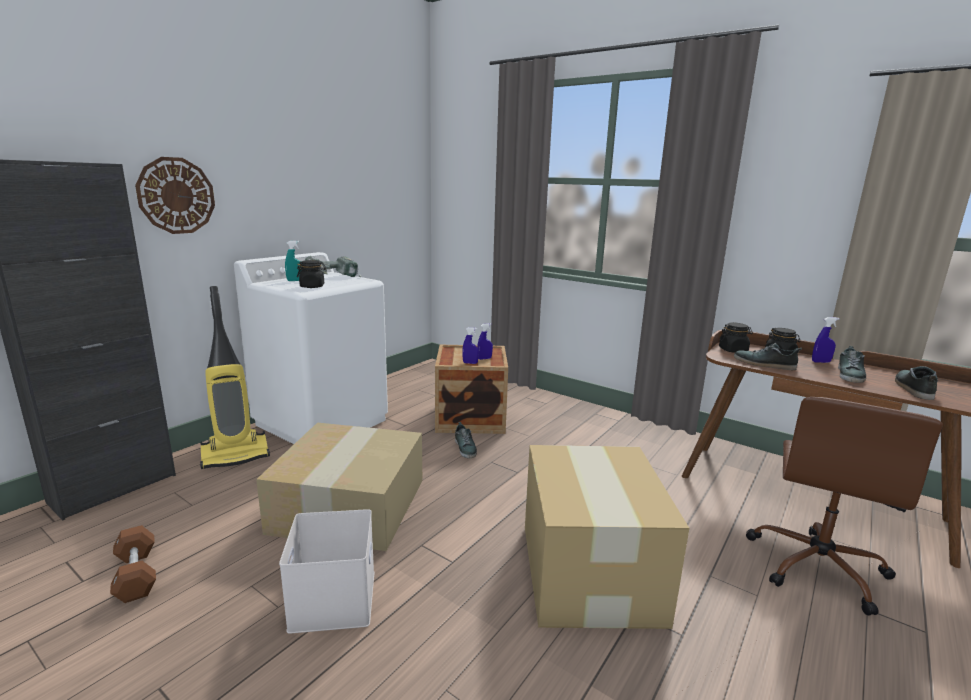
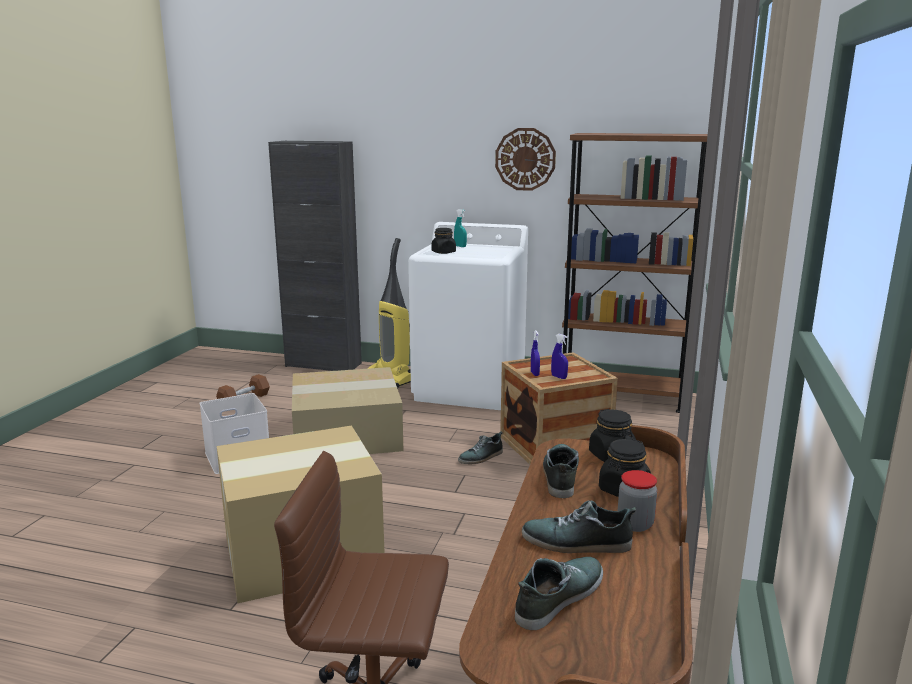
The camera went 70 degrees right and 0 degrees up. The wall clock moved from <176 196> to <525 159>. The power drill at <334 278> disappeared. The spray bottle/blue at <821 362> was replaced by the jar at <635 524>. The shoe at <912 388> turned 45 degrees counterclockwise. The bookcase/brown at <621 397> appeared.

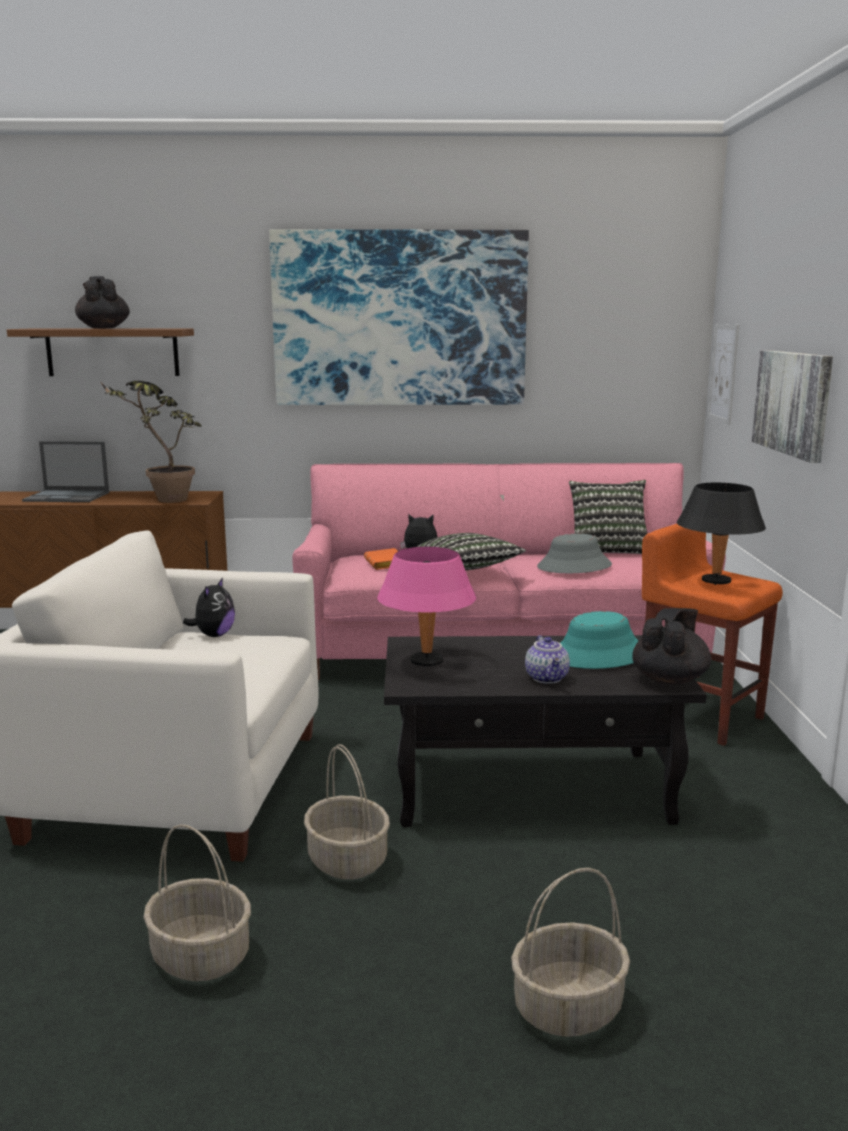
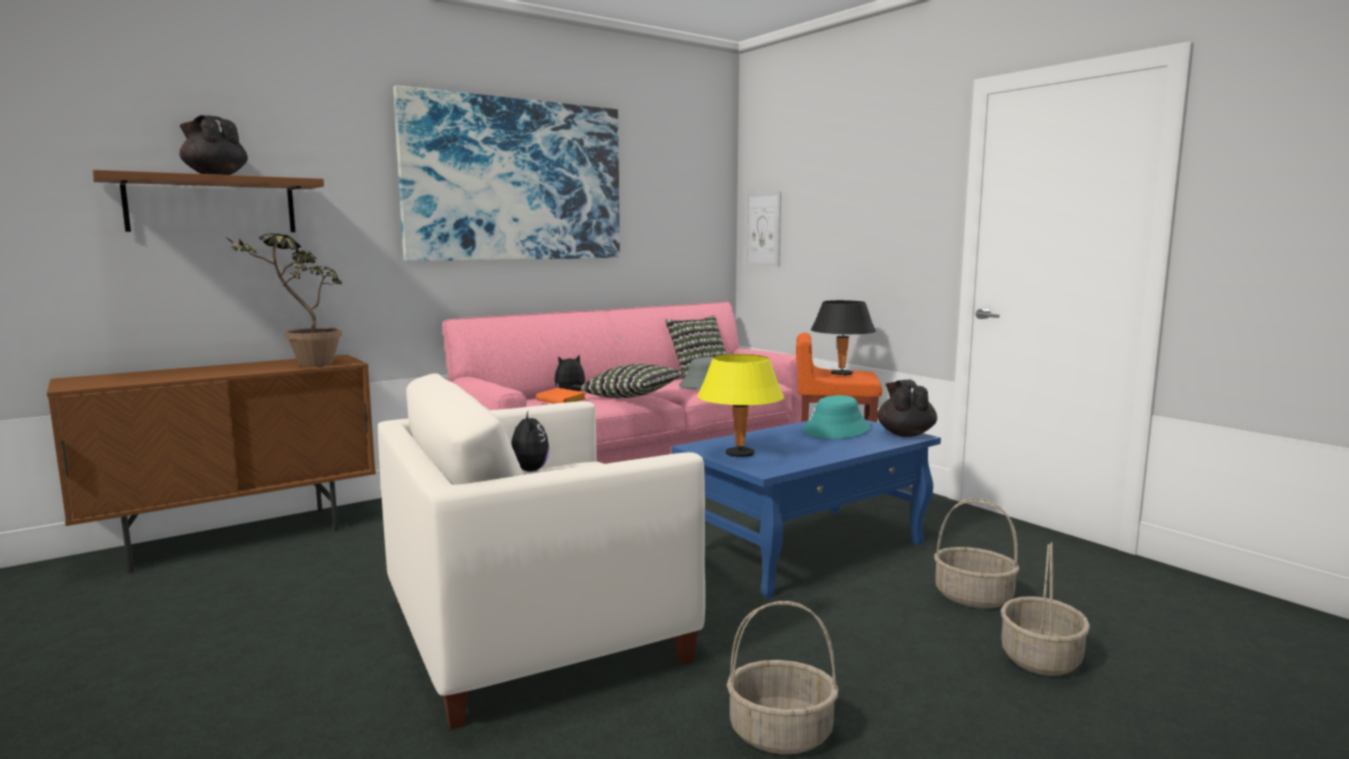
The camera went 35 degrees left and 5 degrees down. The laptop at <68 497> disappeared. The basket moved from <348 860> to <974 597>. The table lamp/pink at <426 662> became the table lamp/yellow at <739 454>. The coffee table/black at <532 787> became the coffee table/blue at <807 548>. The teapot at <548 678> disappeared. The picture at <793 403> disappeared.

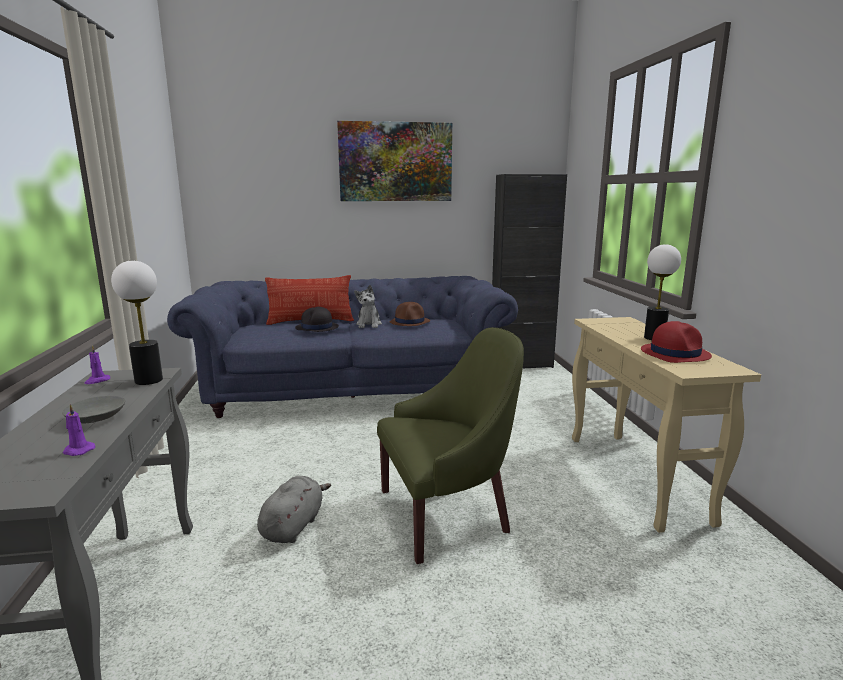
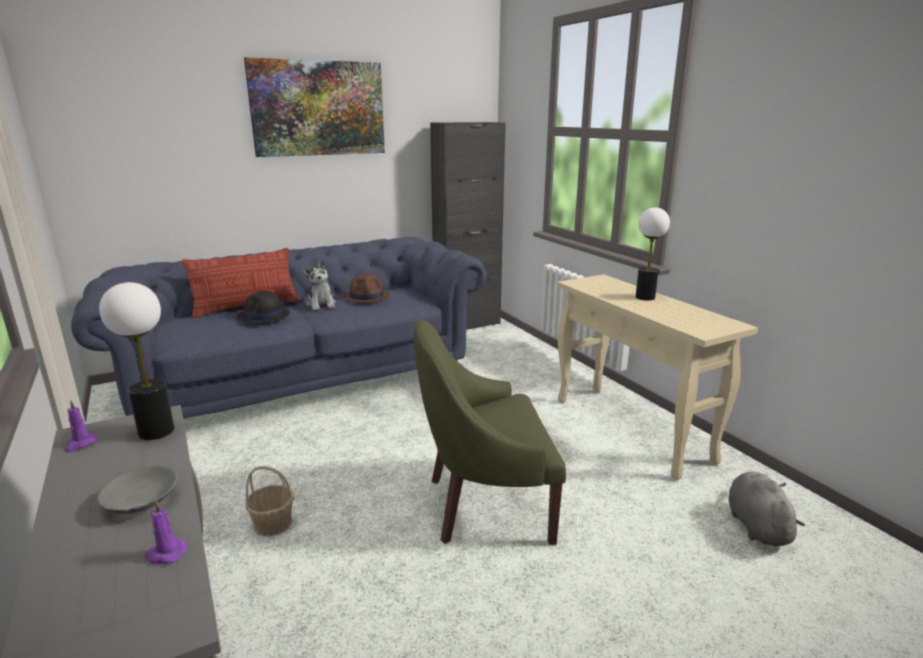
The camera went 20 degrees left and 5 degrees up. The plush toy/grey moved from <293 526> to <756 525>. The armchair/green at <447 513> turned 150 degrees counterclockwise. The hat/red at <675 353> disappeared. The basket at <273 523> appeared.

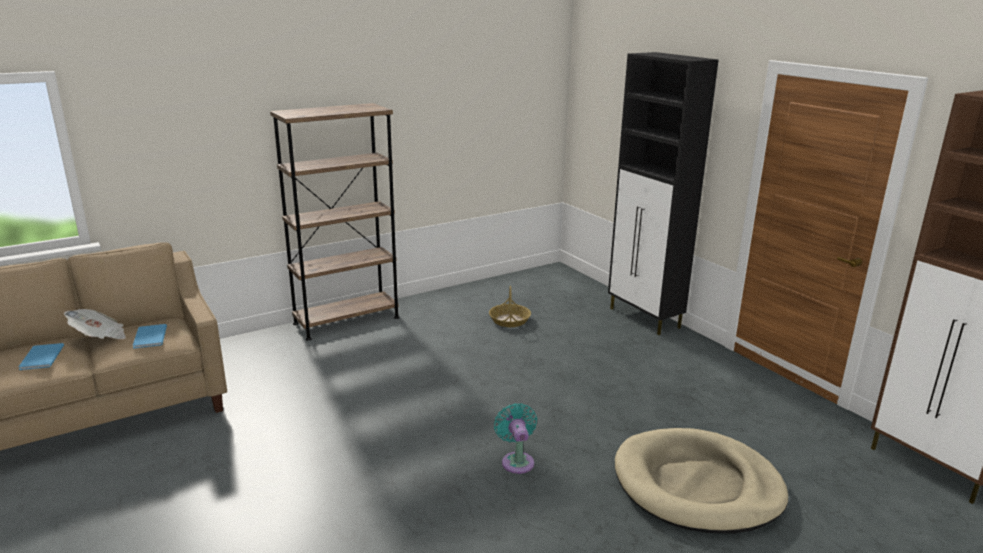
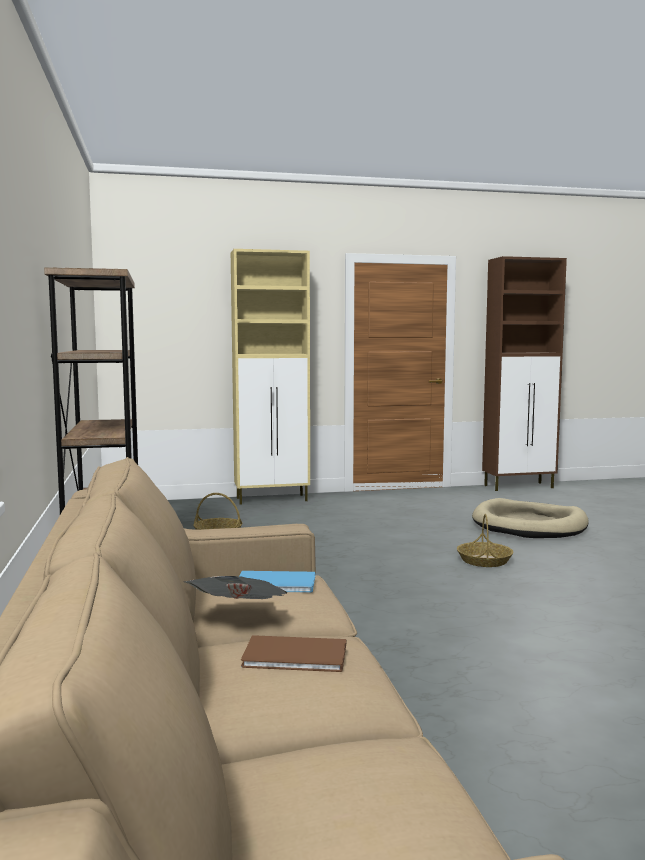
The camera went 70 degrees left and 15 degrees down. The book/blue at <40 358> became the book/brown at <297 657>. The fan/turquoise at <517 460> was replaced by the basket at <484 561>. The cabinet/black at <645 318> became the cabinet/beige at <273 499>.

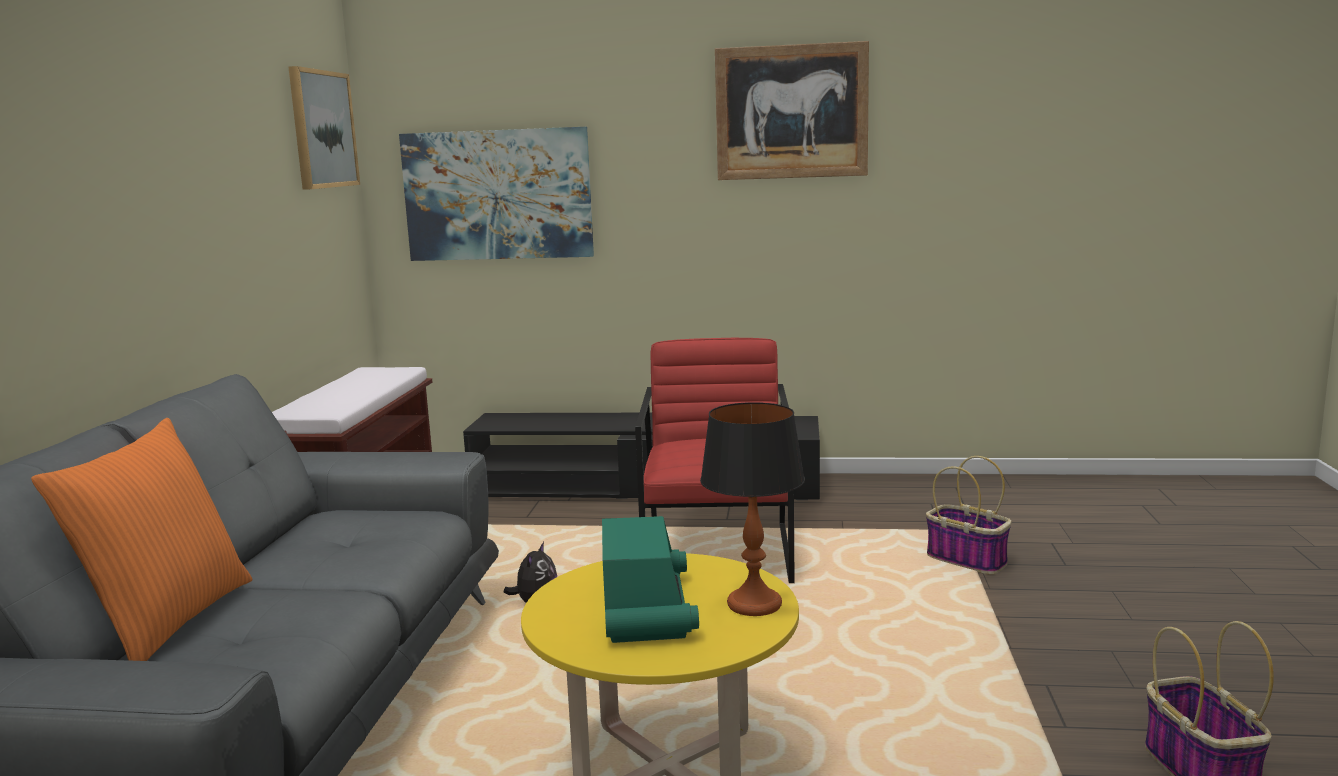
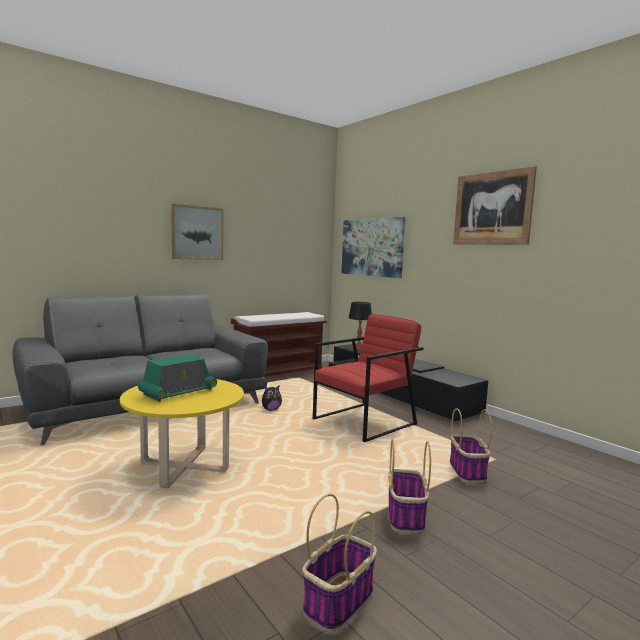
The camera went 45 degrees right and 5 degrees down. The pillow/orange at <167 621> disappeared. The picture moved from <322 129> to <197 233>. The table lamp moved from <754 604> to <358 349>. The basket at <406 516> appeared.

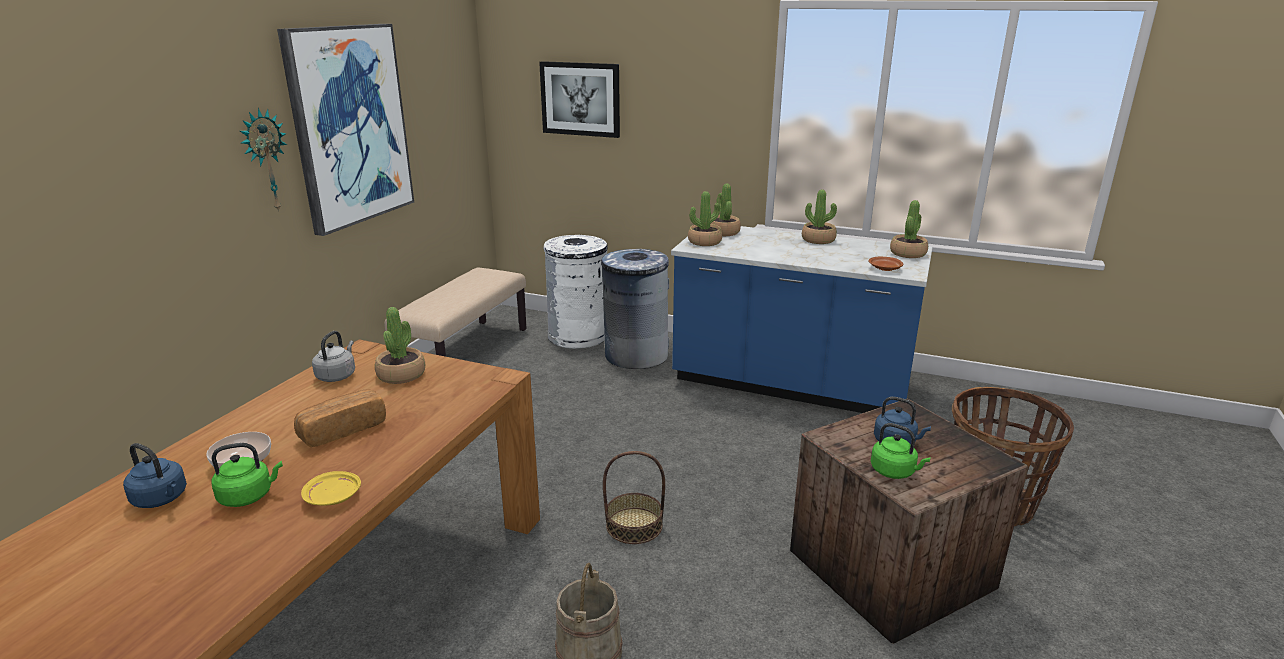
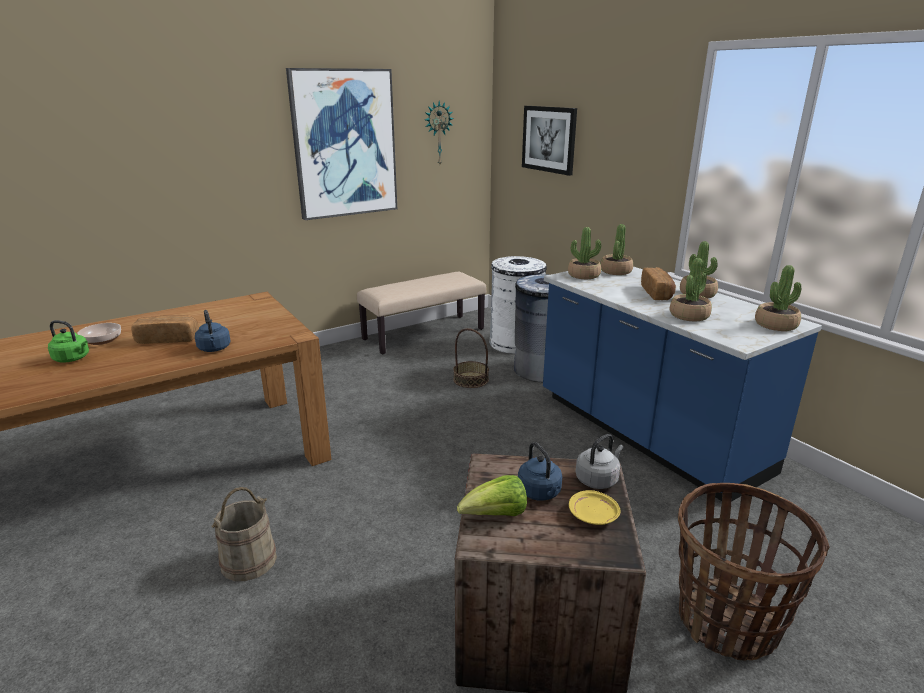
The camera went 35 degrees right and 0 degrees up. The kettle/blue moved from <162 499> to <214 349>. The wall clock moved from <265 161> to <438 133>. The plate/yellow moved from <333 497> to <593 515>. The kettle/grey moved from <337 375> to <598 479>. The potted plant moved from <401 375> to <689 315>. The basket moved from <634 525> to <471 379>. The plate/brown at <884 269> disappeared. The kettle/green at <895 472> was replaced by the lettuce at <495 516>. The bread at <657 293> appeared.

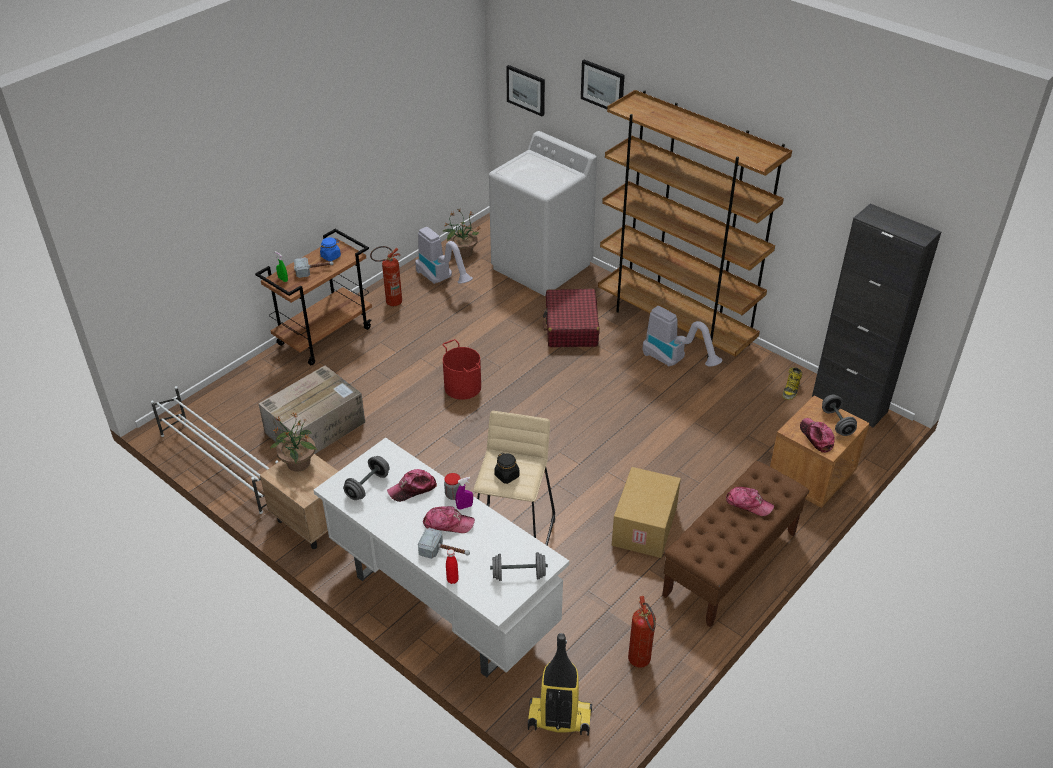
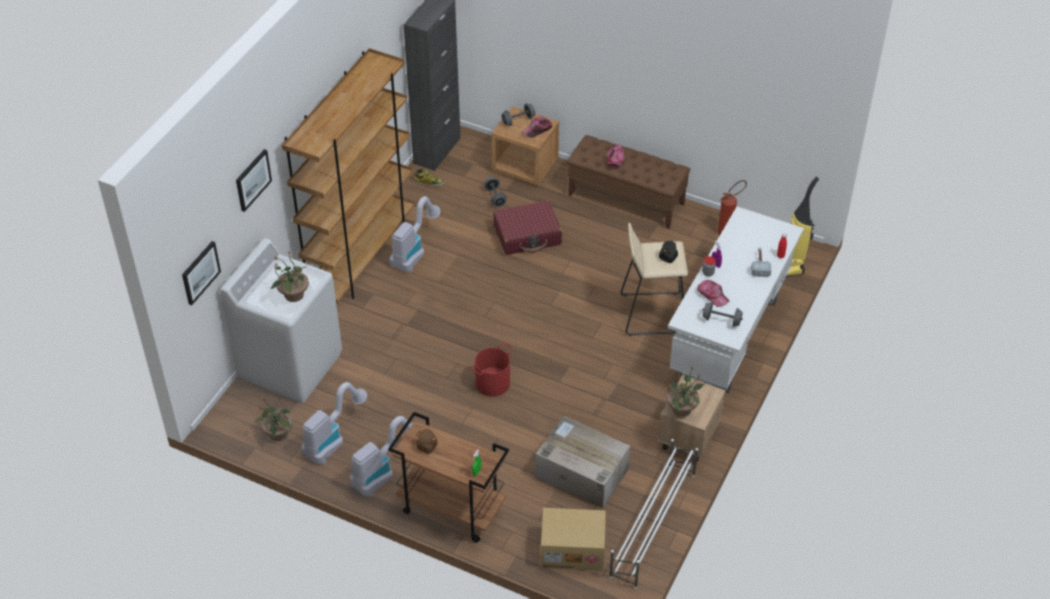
The camera went 105 degrees left and 5 degrees up. The hammer at <314 270> disappeared. The jar/blue at <331 256> became the jar/brown at <427 446>. The fire extinguisher at <390 303> was replaced by the vacuum cleaner at <383 471>. The cap at <448 523> disappeared. The dumbbell/grey moved from <518 575> to <495 197>. The suitcase/red moved from <571 327> to <527 235>. The cardboard box moved from <645 527> to <573 549>. The potted plant at <293 295> appeared.

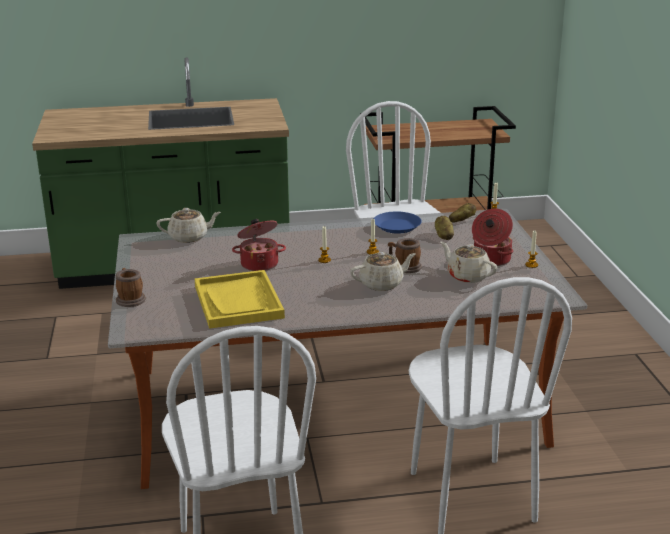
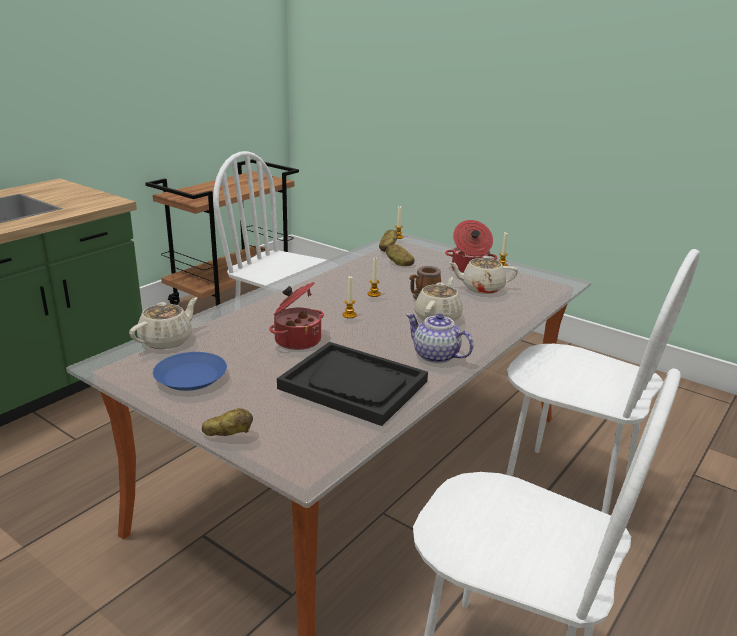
The camera went 45 degrees left and 0 degrees up. The mug at <129 299> was replaced by the potato at <228 435>. The tray/yellow at <238 302> became the tray/black at <353 385>. The plate/blue moved from <396 226> to <190 377>. The teapot at <436 356> appeared.

